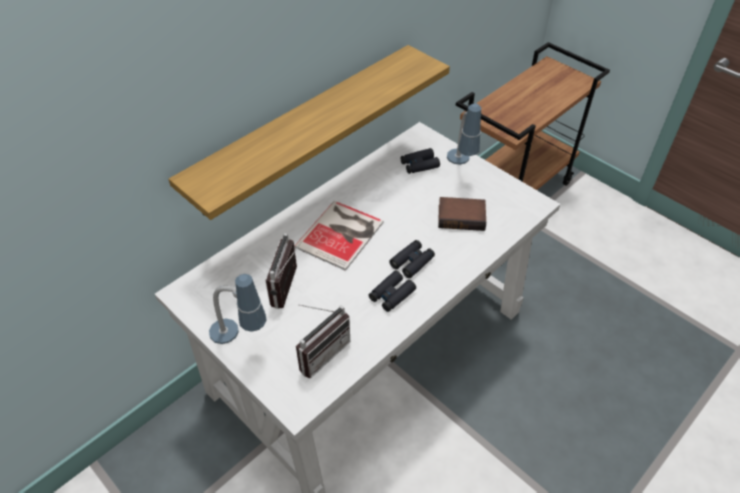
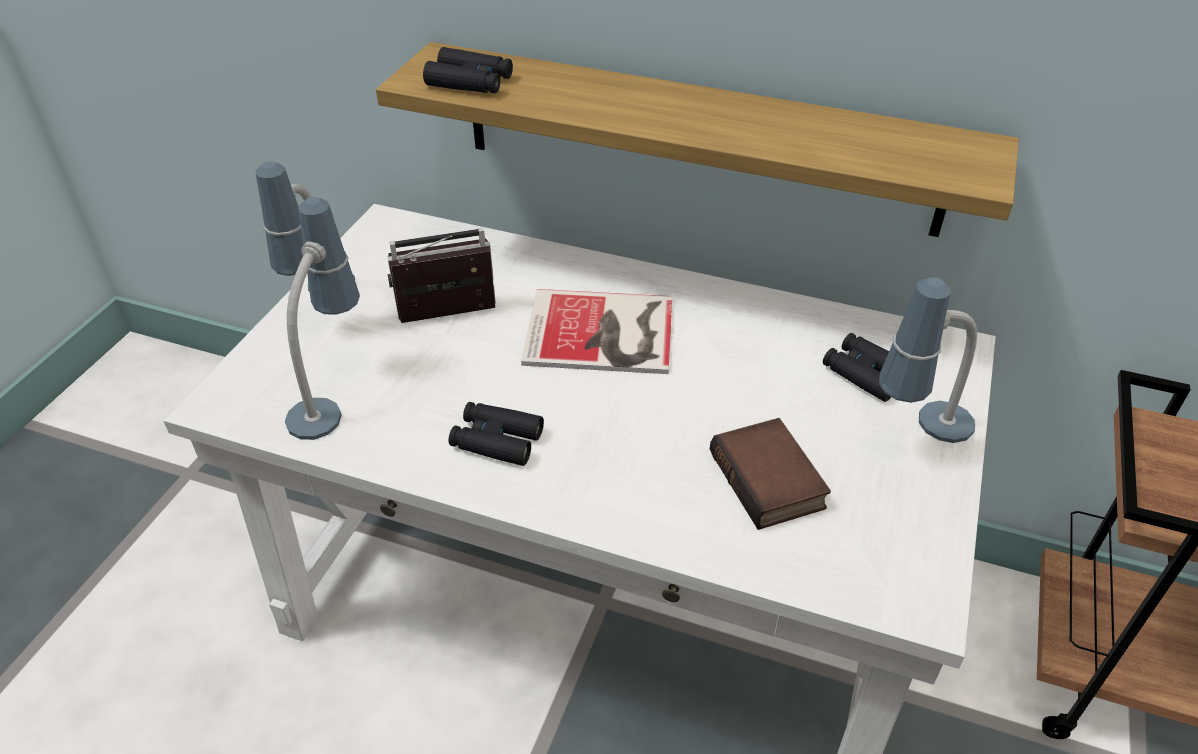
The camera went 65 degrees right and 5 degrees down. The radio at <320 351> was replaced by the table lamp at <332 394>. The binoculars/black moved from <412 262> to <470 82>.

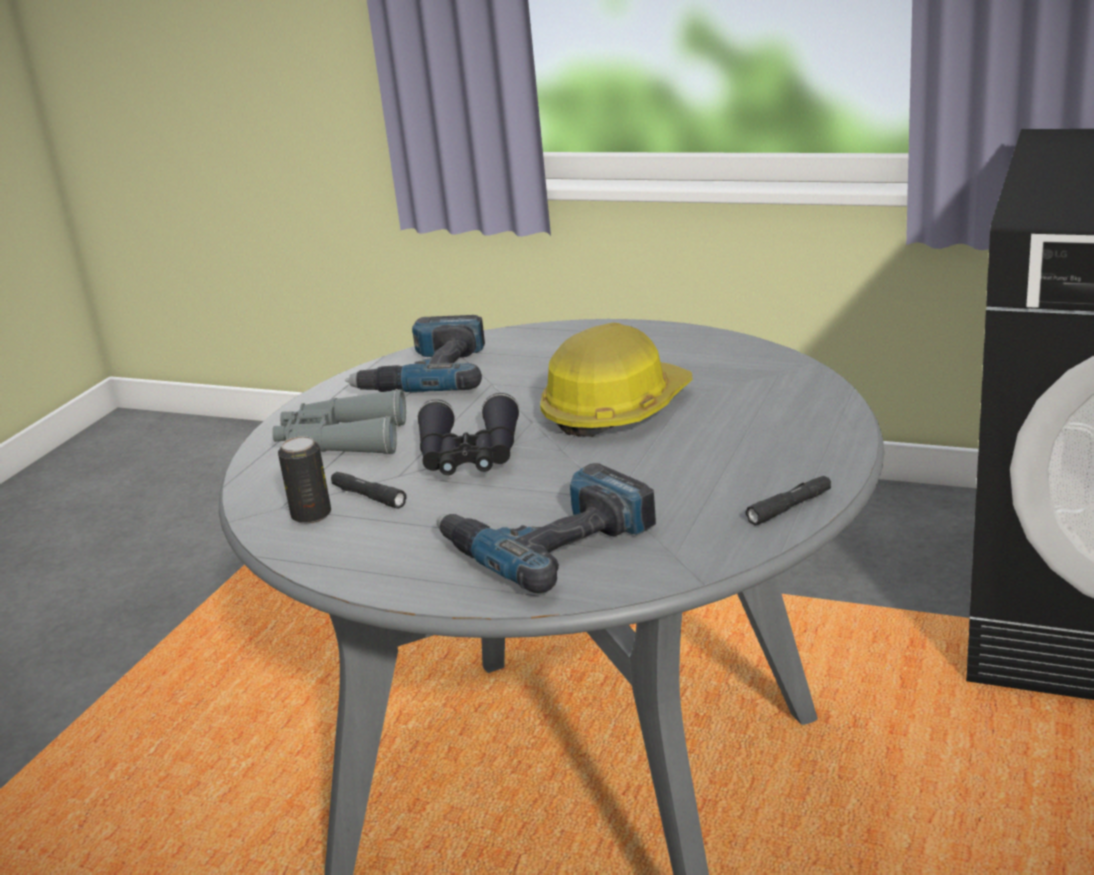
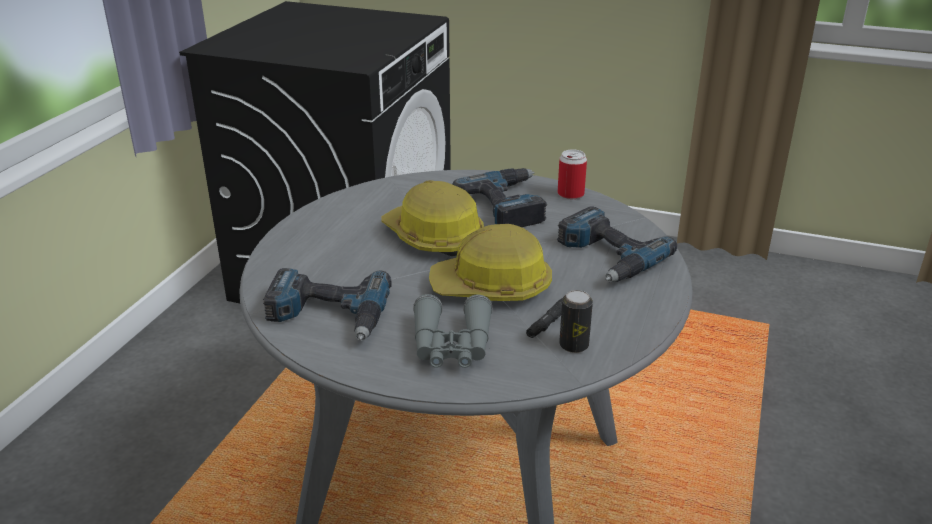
The camera went 95 degrees left and 5 degrees up. The binoculars/black at <469 456> was replaced by the hard hat at <492 287>. The flashlight/black at <789 507> was replaced by the can at <570 194>. The power drill at <510 205> appeared.

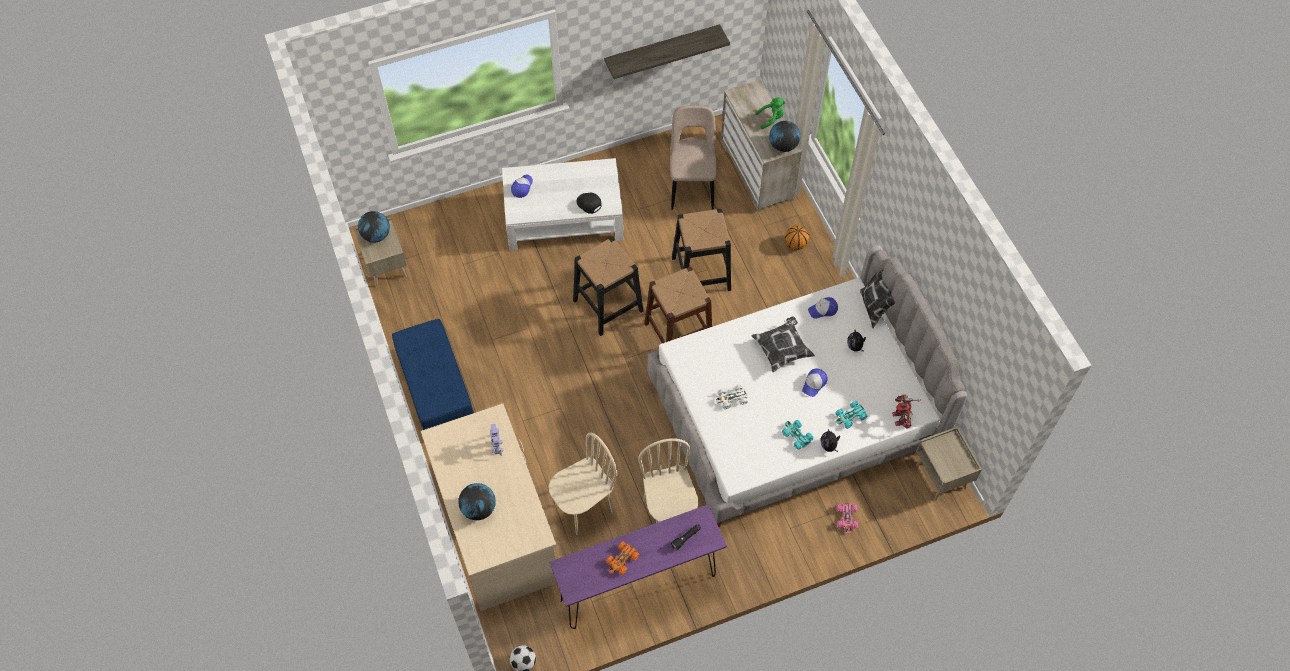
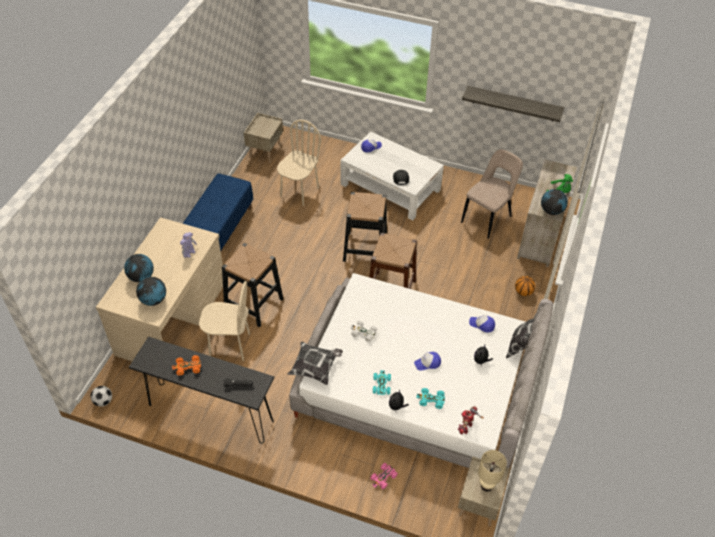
The camera went 40 degrees right and 10 degrees down. The globe moved from <376 236> to <153 300>. The console table/purple at <638 587> became the console table/black at <210 413>. The chair/beige moved from <669 515> to <299 192>. The stool/black moved from <701 273> to <254 304>. The pillow moved from <782 349> to <315 368>. The table lamp/beige at <486 485> appeared.

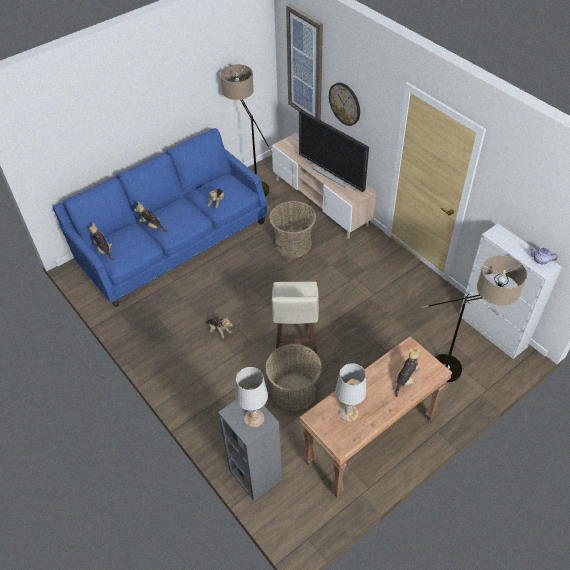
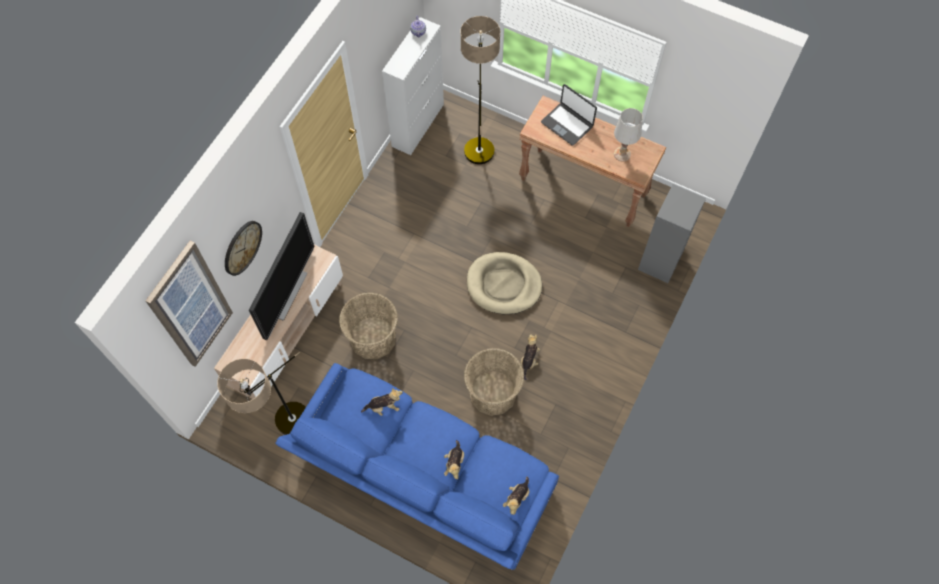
The camera went 115 degrees left and 15 degrees up. The table lamp/white at <254 418> disappeared. The basket moved from <293 392> to <492 393>. The stool/beige at <295 338> was replaced by the dog bed/beige at <503 285>. The plush toy at <406 379> was replaced by the laptop at <567 124>.

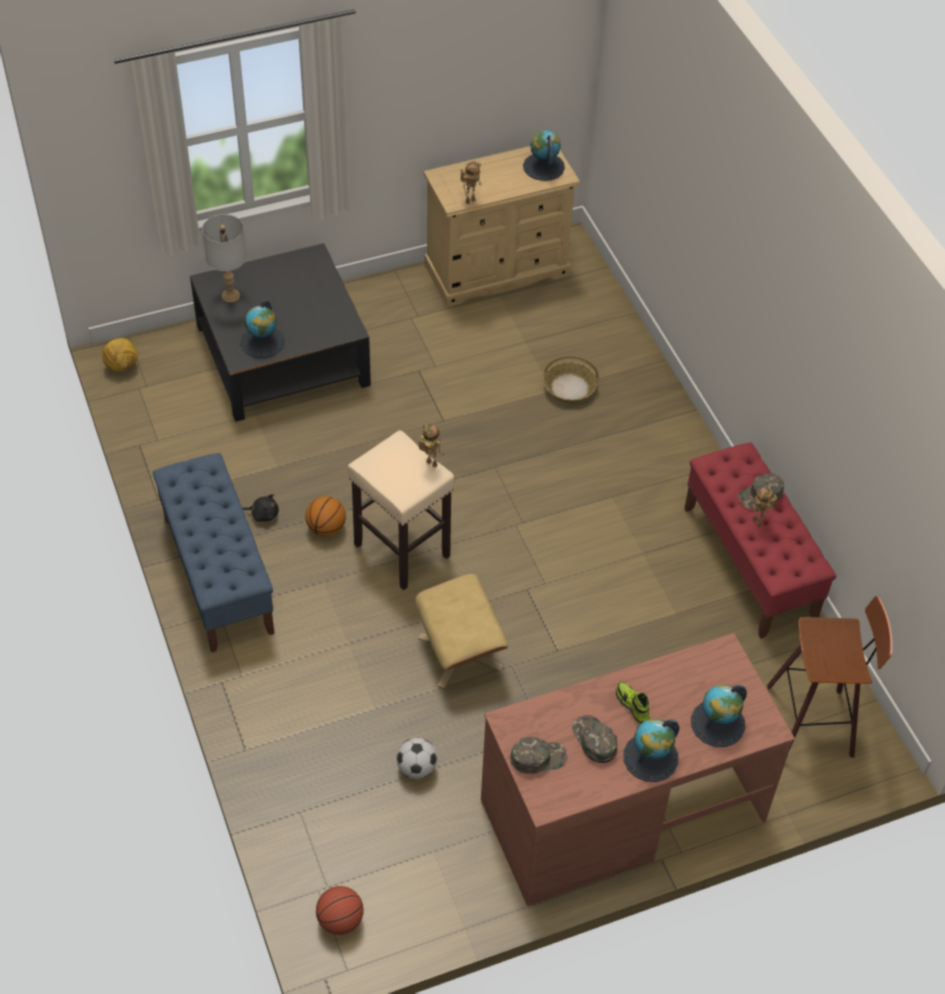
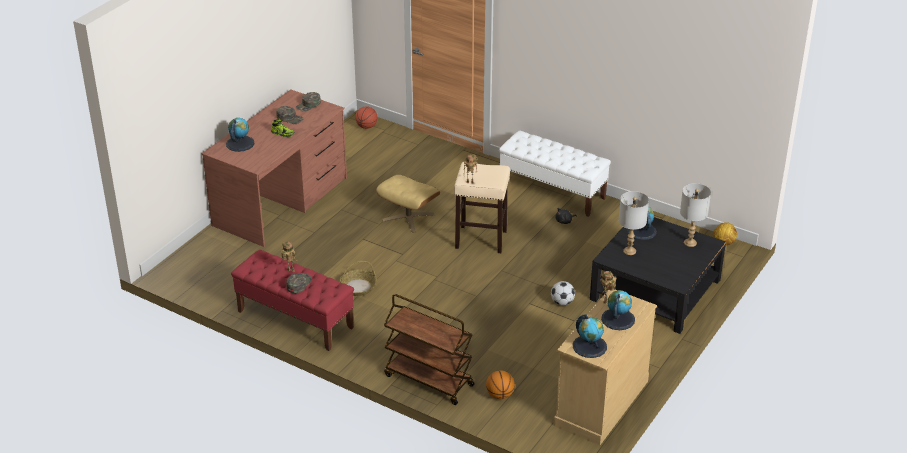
The camera went 145 degrees right and 15 degrees down. The bench/blue at <218 575> became the bench/white at <553 192>. The basketball moved from <326 528> to <500 395>. The football moved from <416 768> to <562 302>. The basket moved from <570 387> to <358 287>. The globe moved from <650 757> to <618 319>. The stool at <813 722> disappeared. The cart/brown at <428 380> appeared. The table lamp/grey at <629 251> appeared.

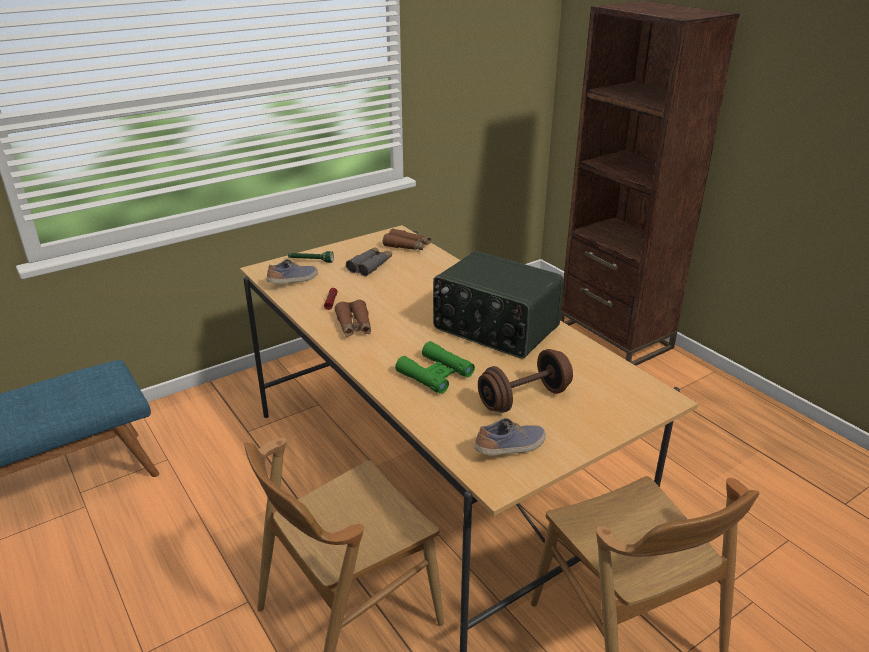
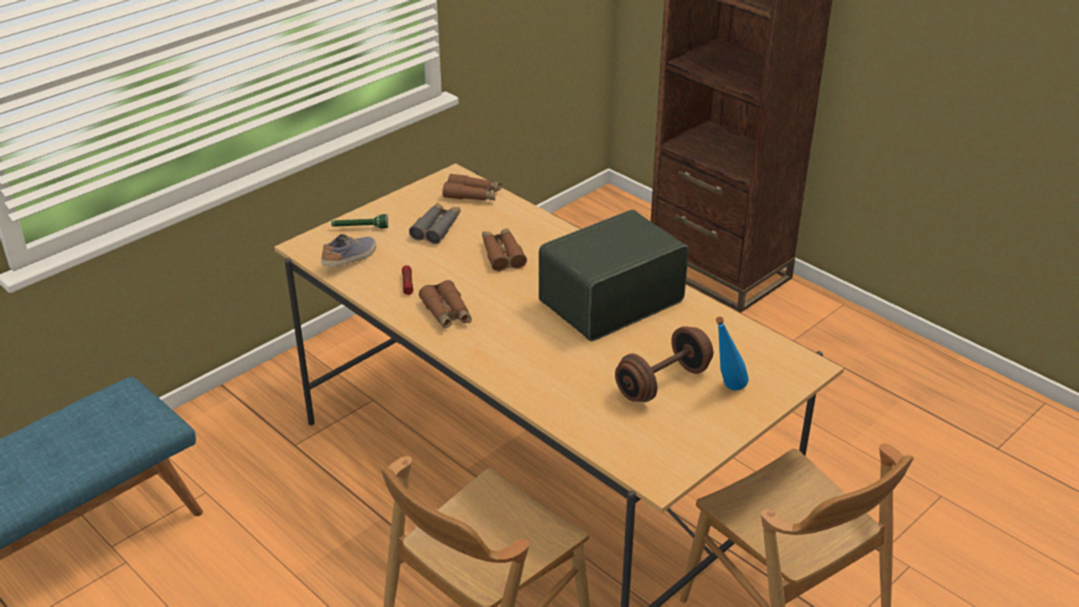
The camera went 10 degrees left and 5 degrees up. The binoculars/green at <435 374> disappeared. The radio at <495 329> turned 120 degrees clockwise. The shoe at <511 448> disappeared. The binoculars/brown at <502 254> appeared. The bottle/blue at <726 390> appeared.

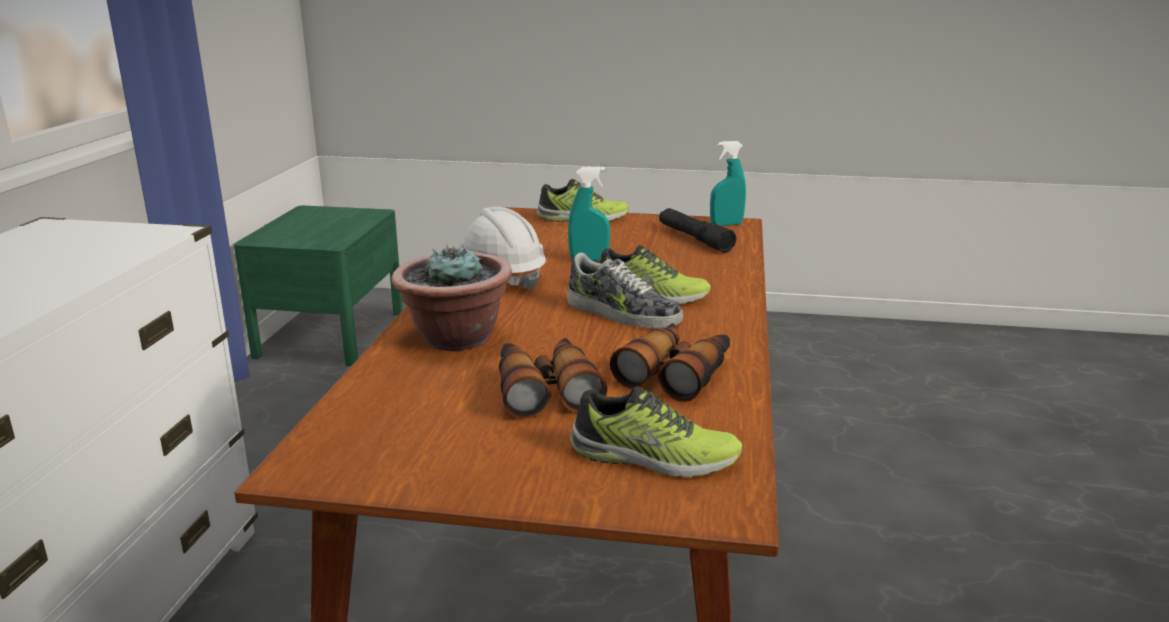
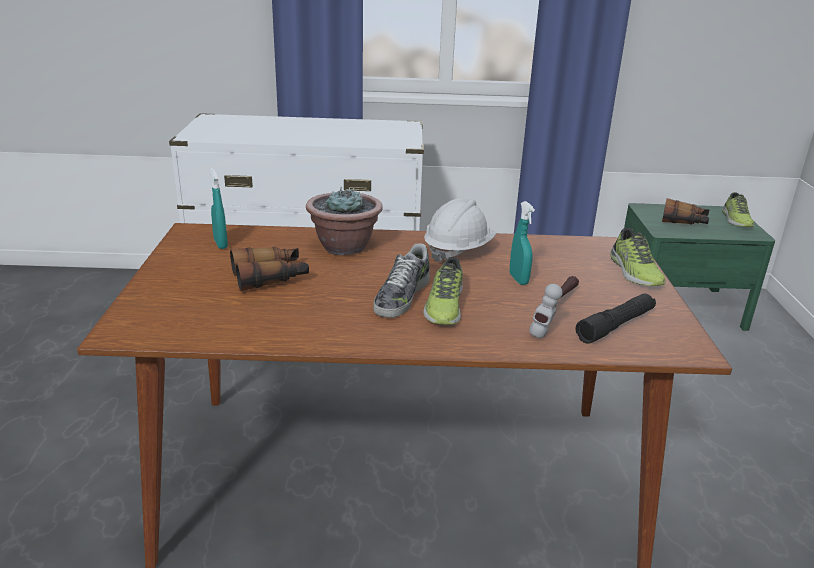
The camera went 80 degrees right and 5 degrees up. The shoe moved from <653 458> to <735 220>. The binoculars moved from <676 373> to <684 221>. The spray bottle/turquoise moved from <726 224> to <220 244>. The hammer at <556 313> appeared.

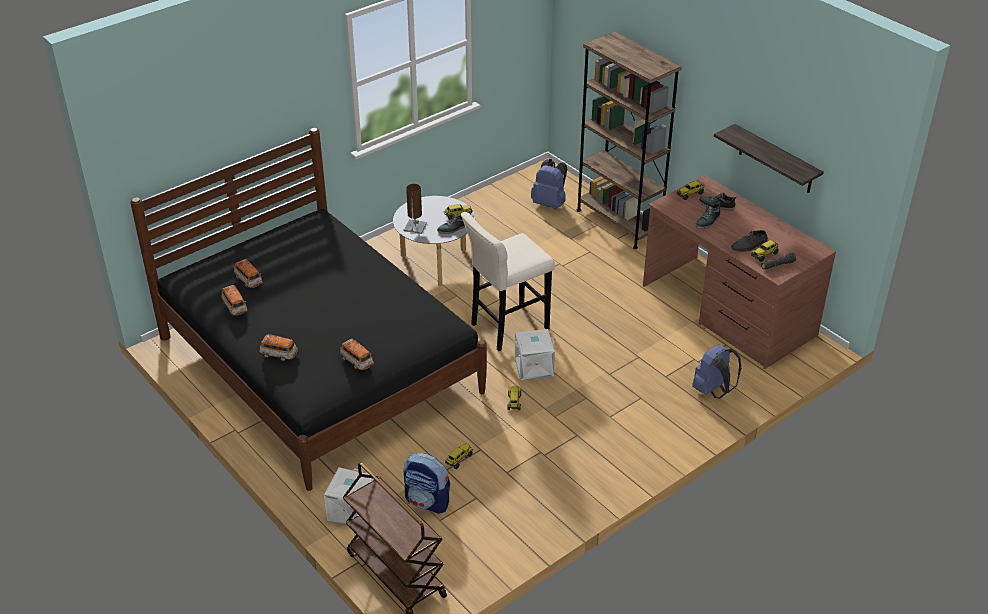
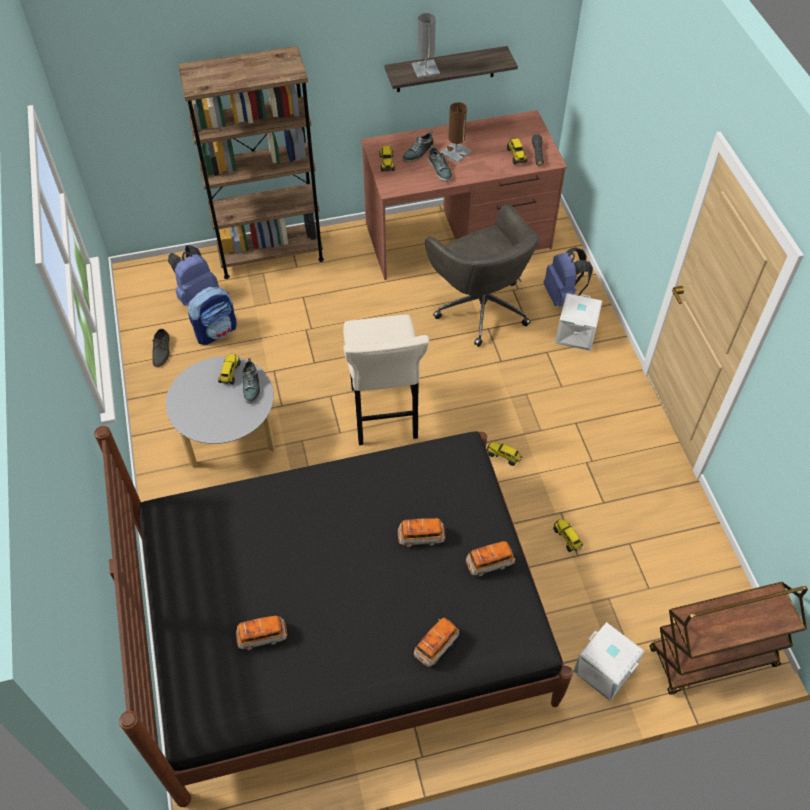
The camera went 65 degrees left and 15 degrees up. The toy car moved from <235 307> to <421 537>. The table lamp/brown moved from <415 227> to <455 152>. The backpack moved from <428 501> to <216 331>. The storage box/white moved from <534 366> to <575 333>. The shoe/grey moved from <749 245> to <162 350>. The table lamp/grey at <425 69> appeared. The office chair/grey at <480 306> appeared.

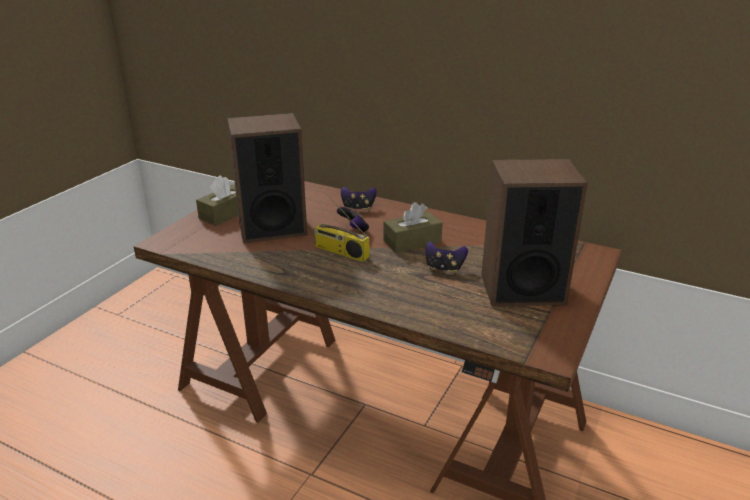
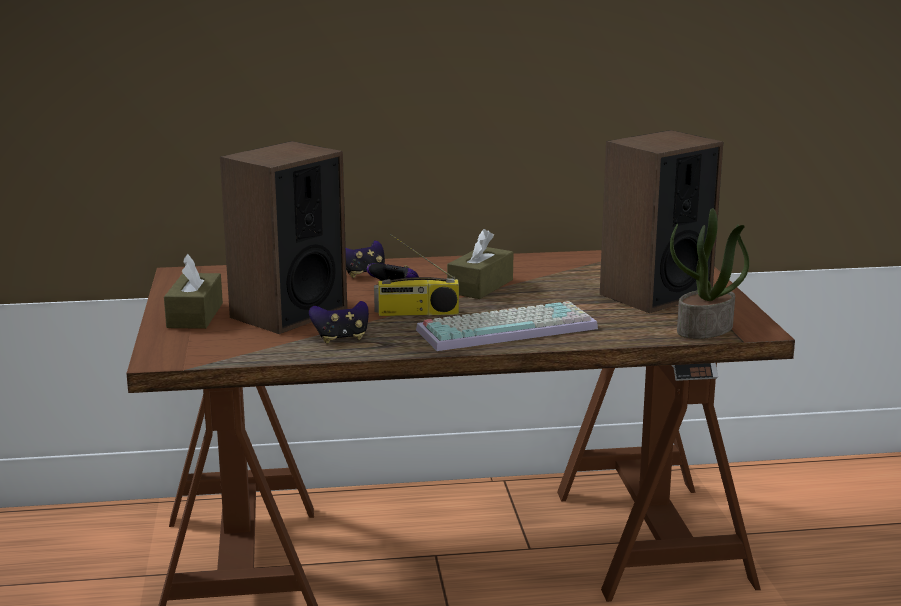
The camera went 35 degrees left and 10 degrees down. The game controller moved from <444 268> to <341 338>. The keyboard at <507 328> appeared. The potted plant at <705 329> appeared.

